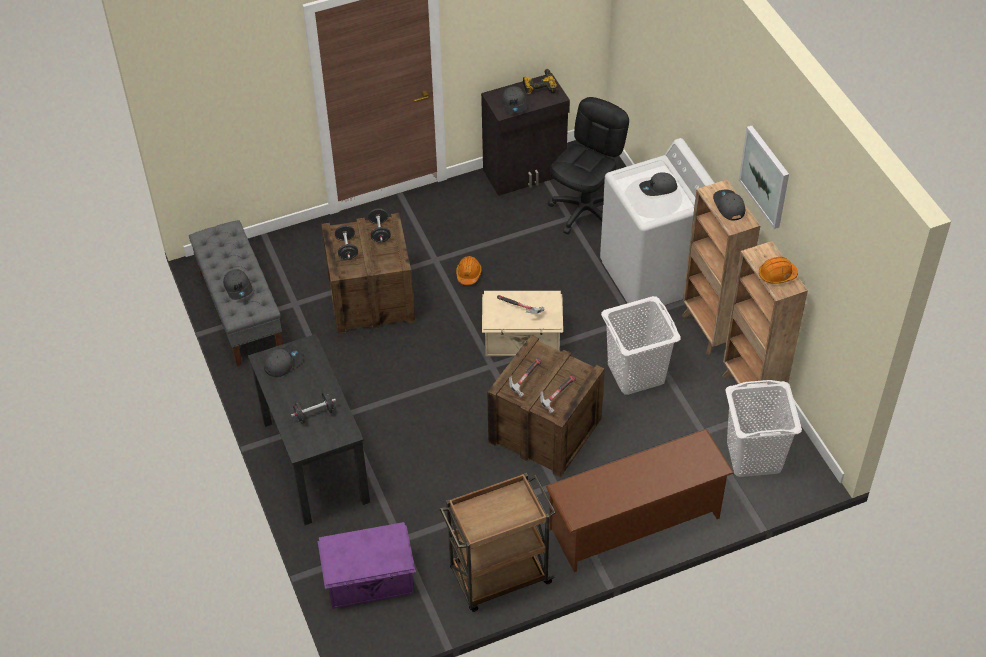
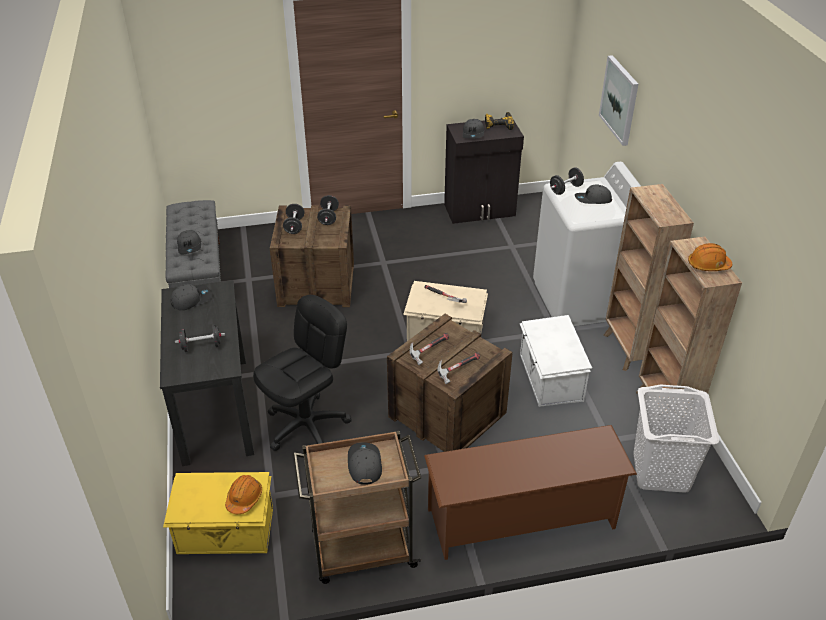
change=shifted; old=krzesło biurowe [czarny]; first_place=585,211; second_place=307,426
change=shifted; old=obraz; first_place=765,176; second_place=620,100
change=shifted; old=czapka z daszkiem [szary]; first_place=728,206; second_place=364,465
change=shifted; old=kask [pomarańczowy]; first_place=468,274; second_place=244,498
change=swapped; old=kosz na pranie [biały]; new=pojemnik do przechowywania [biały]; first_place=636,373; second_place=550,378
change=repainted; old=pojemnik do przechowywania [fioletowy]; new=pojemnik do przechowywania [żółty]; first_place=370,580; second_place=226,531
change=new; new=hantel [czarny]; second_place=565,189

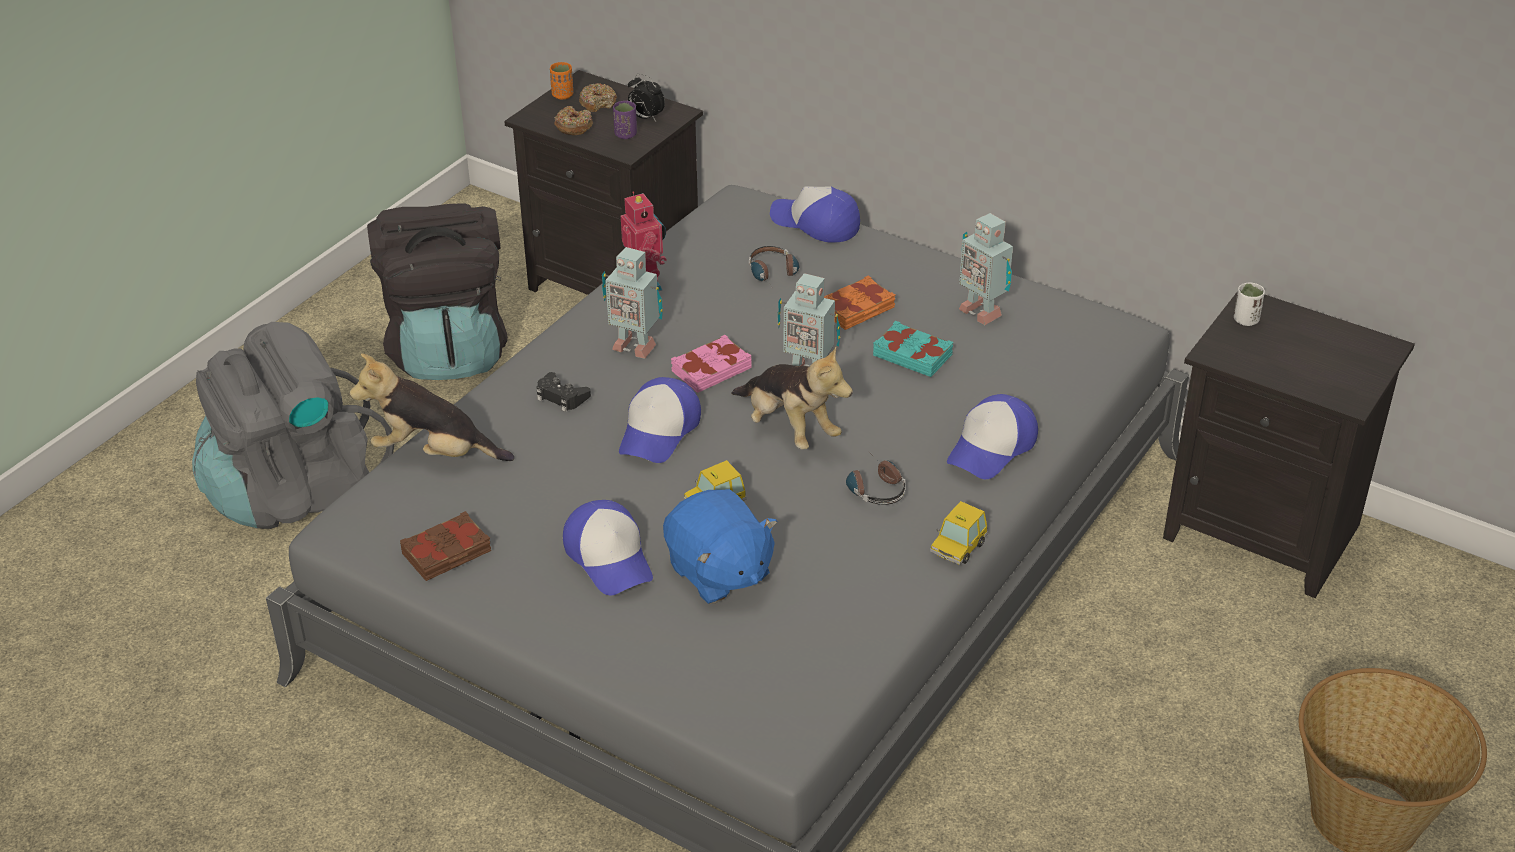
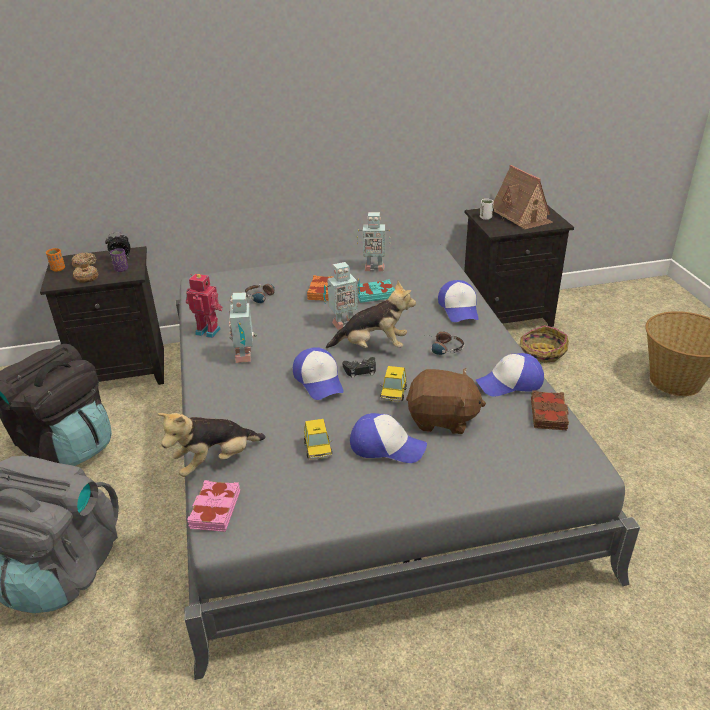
change=shifted; old=czapka z daszkiem; first_place=815,223; second_place=510,383
change=rotated; old=robot zabawkowy; first_place=634,345; second_place=246,355; degrees=105
change=shifted; old=książka [różowy]; first_place=710,369; second_place=214,510
change=shifted; old=pad do gier [czarny]; first_place=561,397; second_place=360,370
change=repainted; old=pluszak [niebieski]; new=pluszak [brązowy]; first_place=718,573; second_place=442,419
change=shifted; old=samochodzik; first_place=958,547; second_place=318,449
change=shifted; old=książka [brązowy]; first_place=447,553; second_place=549,414
change=new; new=domek; second_place=521,216
change=new; new=koszyk; second_place=542,352

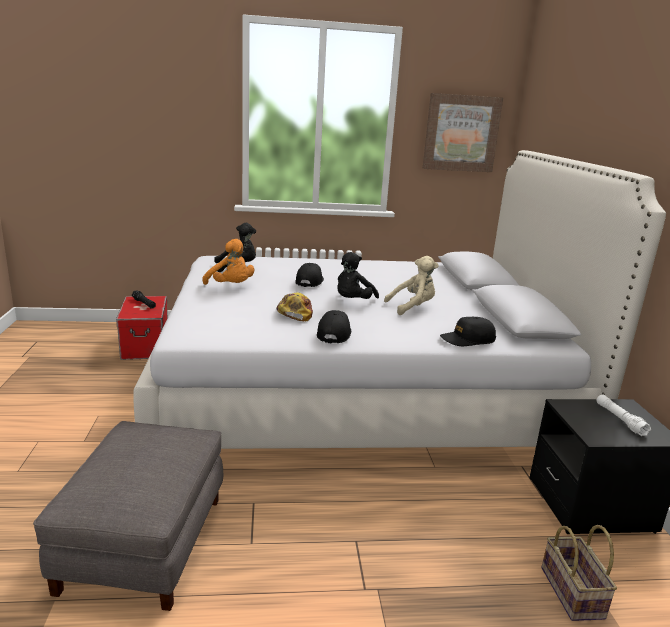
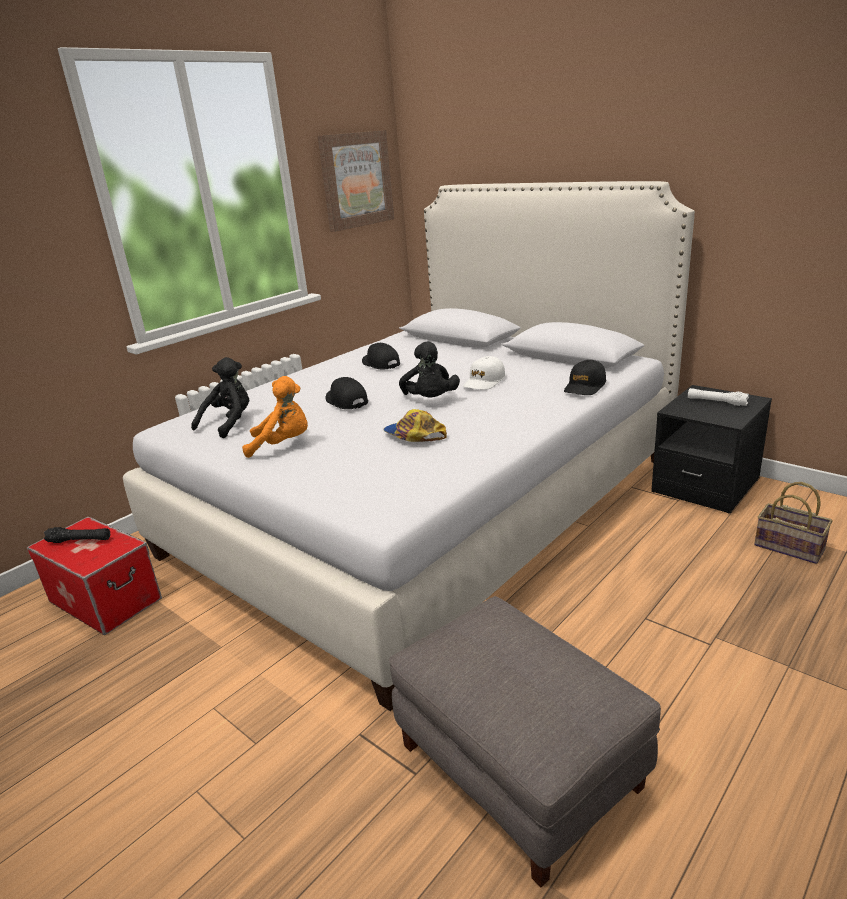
change=swapped; old=pluszak [beżowy]; new=czapka z daszkiem [biały]; first_place=412,307; second_place=484,382
change=shifted; old=czapka z daszkiem [czarny]; first_place=334,333; second_place=380,363

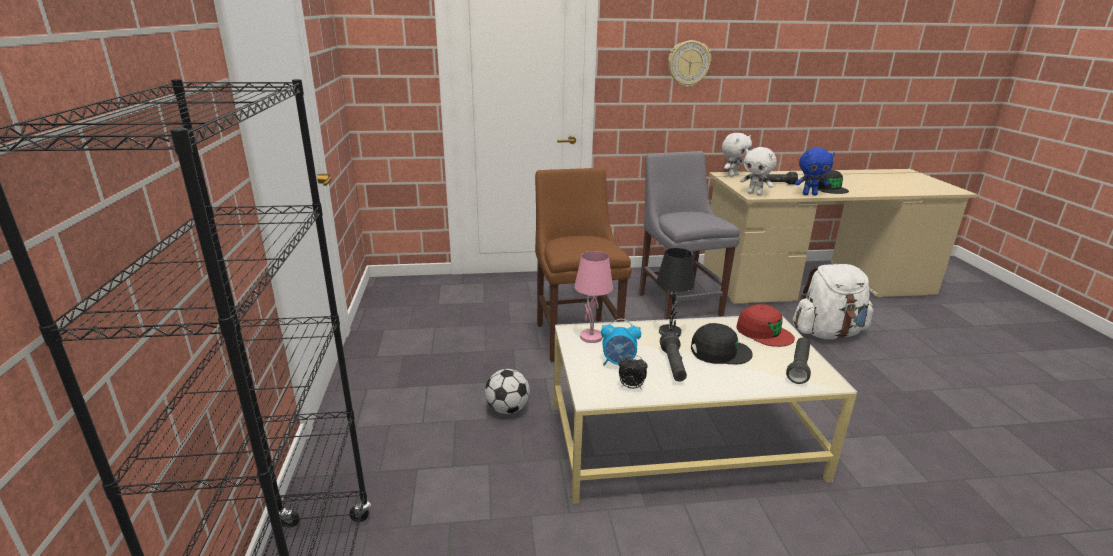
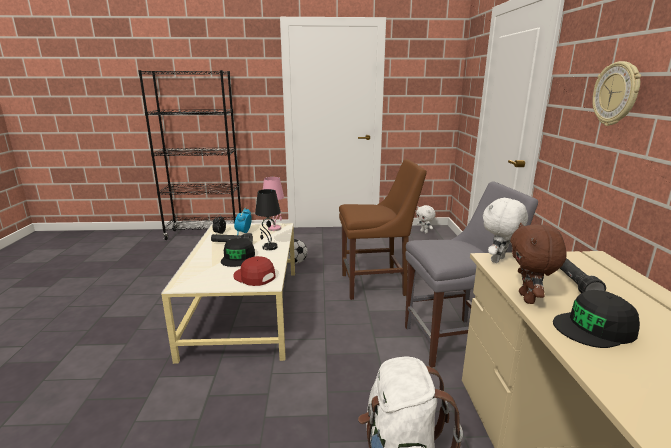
change=shifted; old=pluszak [biały]; first_place=732,175; second_place=424,232
change=repainted; old=pluszak [niebieski]; new=pluszak [brązowy]; first_place=809,194; second_place=528,298
change=rotated; old=czapka z daszkiem [czerwony]; first_place=764,332; second_place=254,276; degrees=75
change=gone; old=latarka [czarny]; first_place=798,367

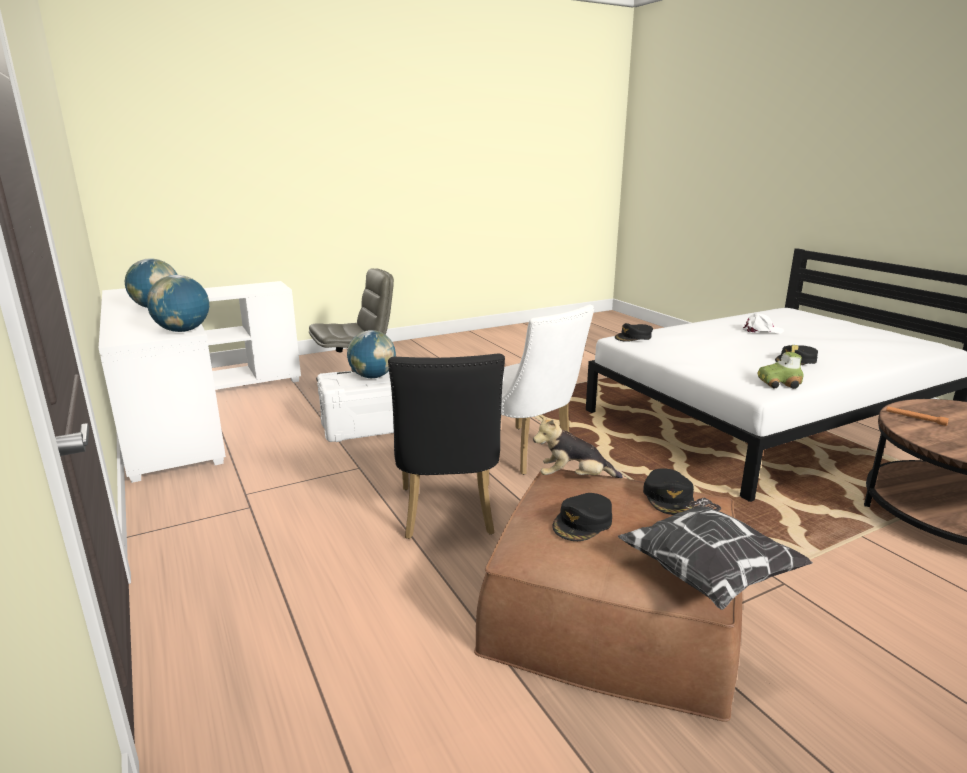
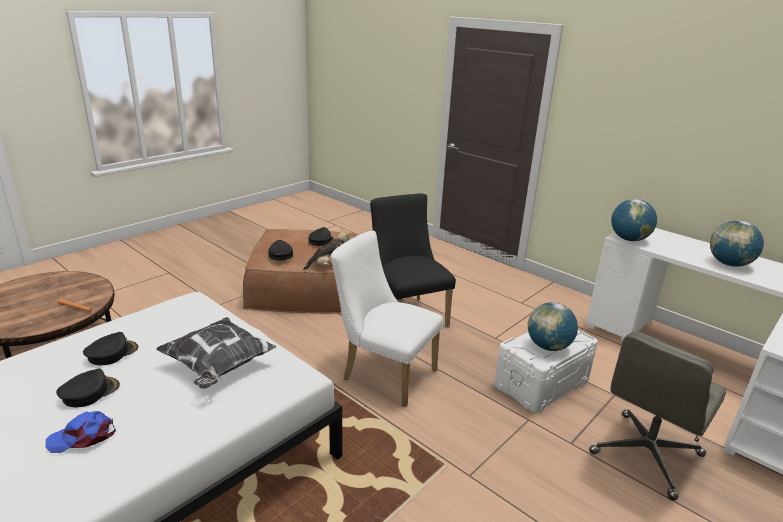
change=repainted; old=czapka z daszkiem [biały]; new=czapka z daszkiem [niebieski]; first_place=761,330; second_place=83,437
change=shifted; old=czapka z daszkiem [czarny]; first_place=633,337; second_place=89,392
change=gone; old=samochodzik; first_place=778,384
change=shifted; old=poduszka; first_place=707,573; second_place=218,367

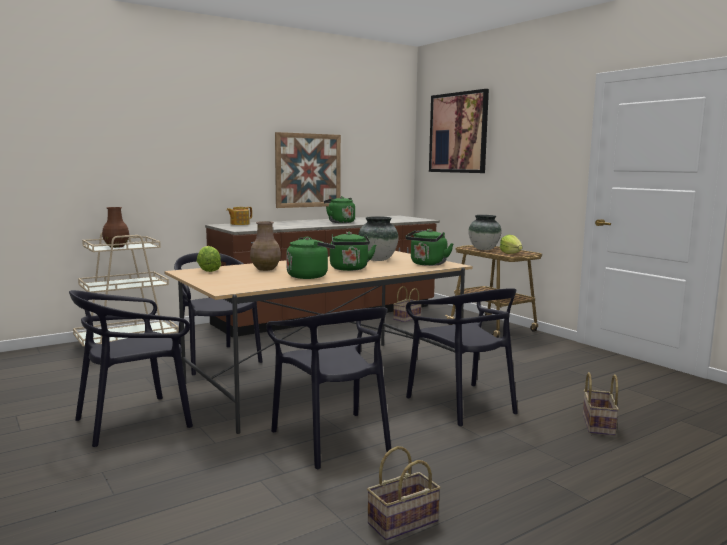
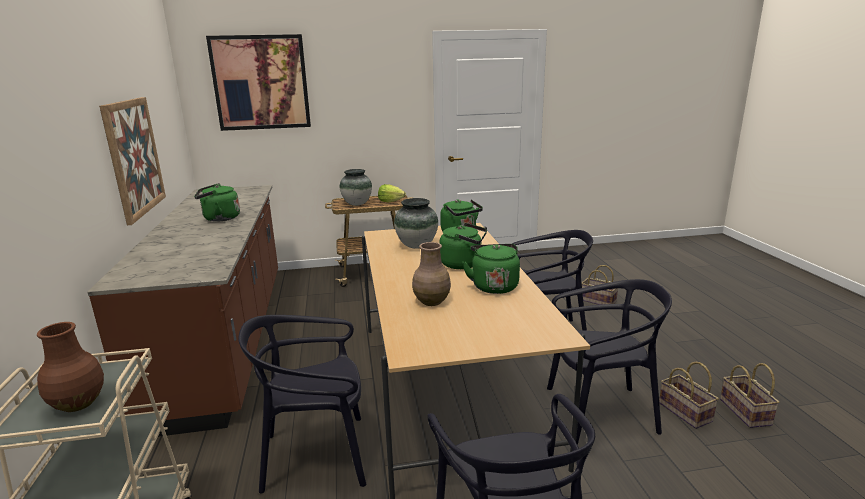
change=gone; old=imbryk; first_place=239,224
change=gone; old=sałata; first_place=208,270
change=shifted; old=koszyk; first_place=407,318; second_place=686,412

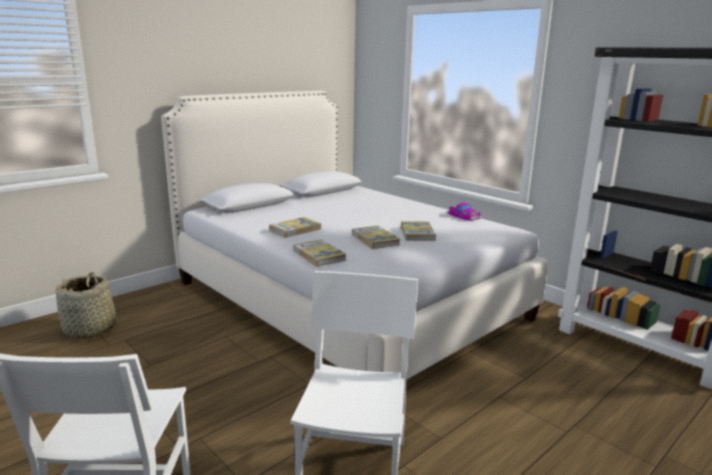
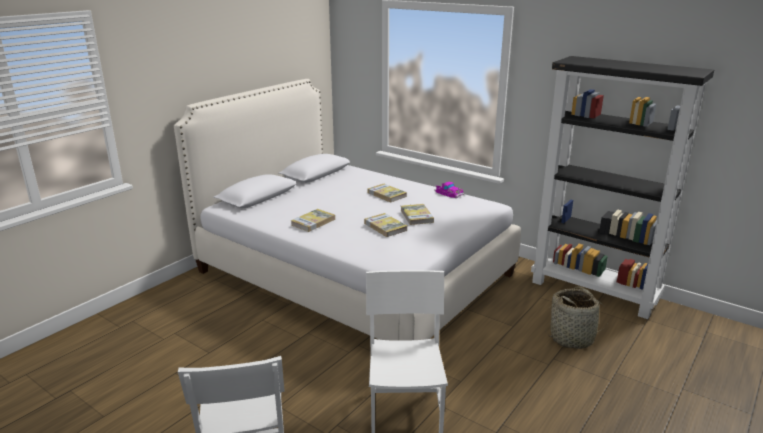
change=shifted; old=książka; first_place=319,255; second_place=387,194
change=shifted; old=koszyk; first_place=90,329; second_place=572,338

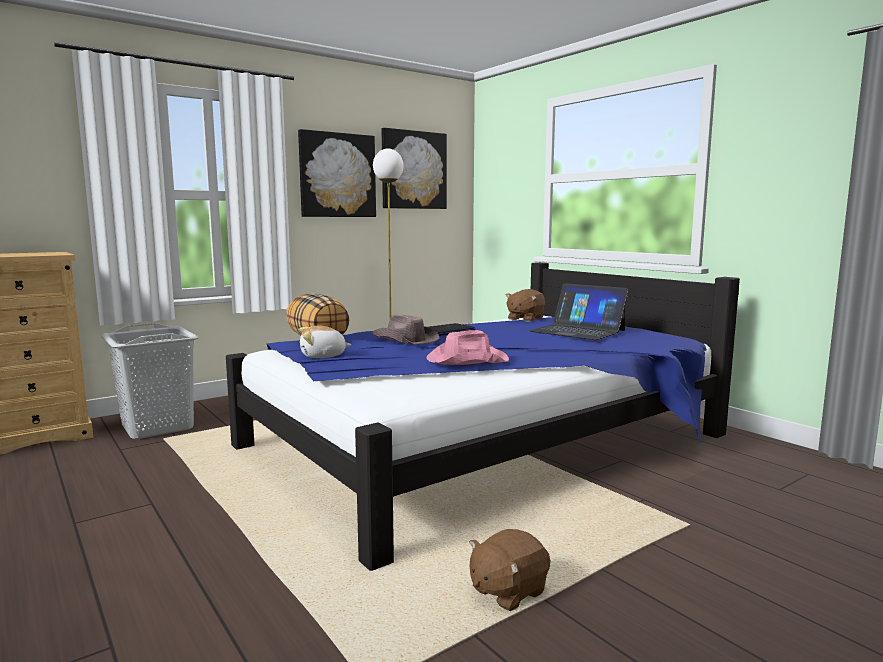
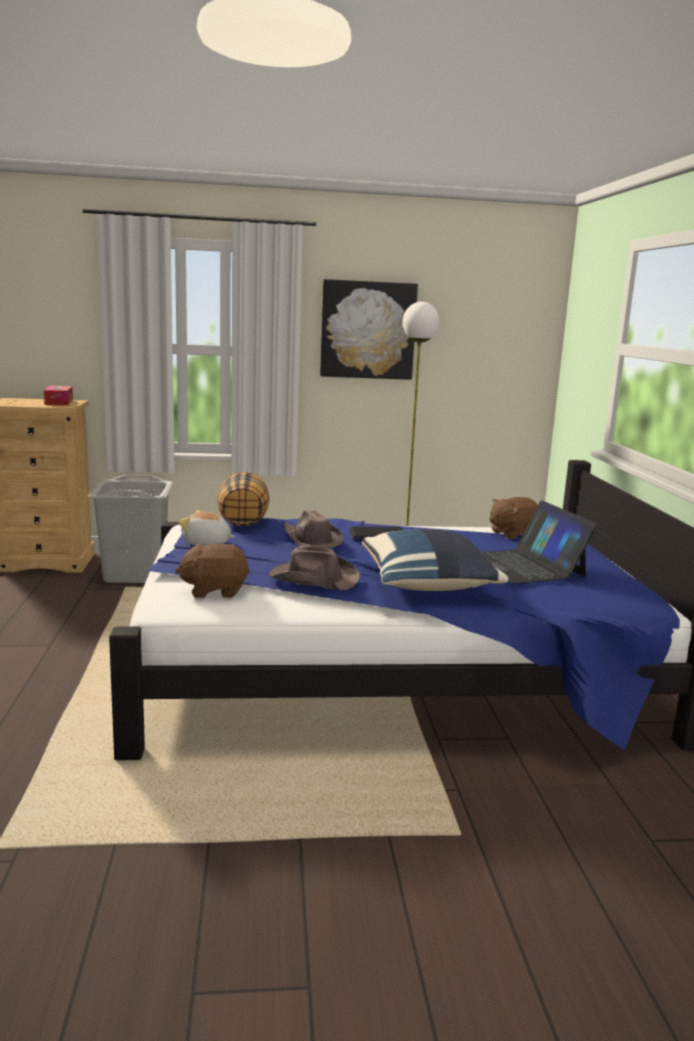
change=gone; old=obraz; first_place=413,170
change=repainted; old=kapelusz [różowy]; new=kapelusz [brązowy]; first_place=466,360; second_place=313,578
change=shifted; old=pluszak [brązowy]; first_place=507,591; second_place=214,591
change=new; new=pudełko chusteczek; second_place=59,402
change=new; new=poduszka [niebieski]; second_place=428,585

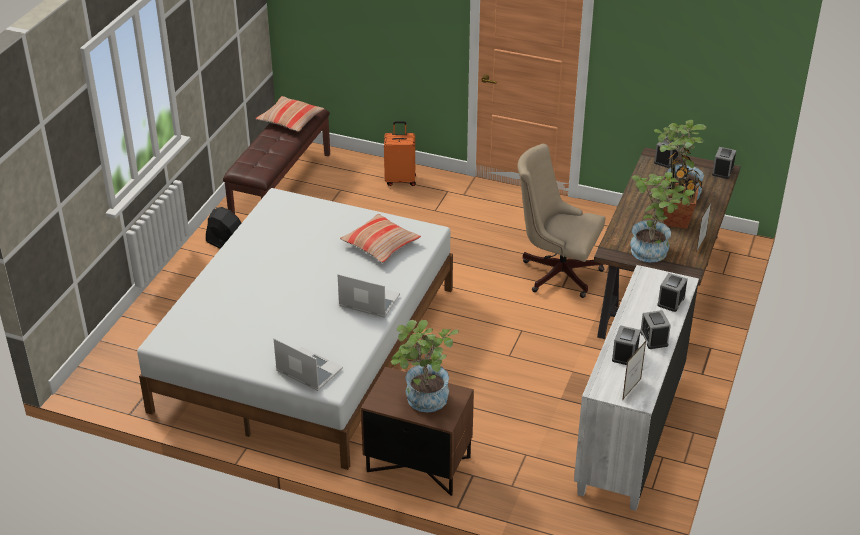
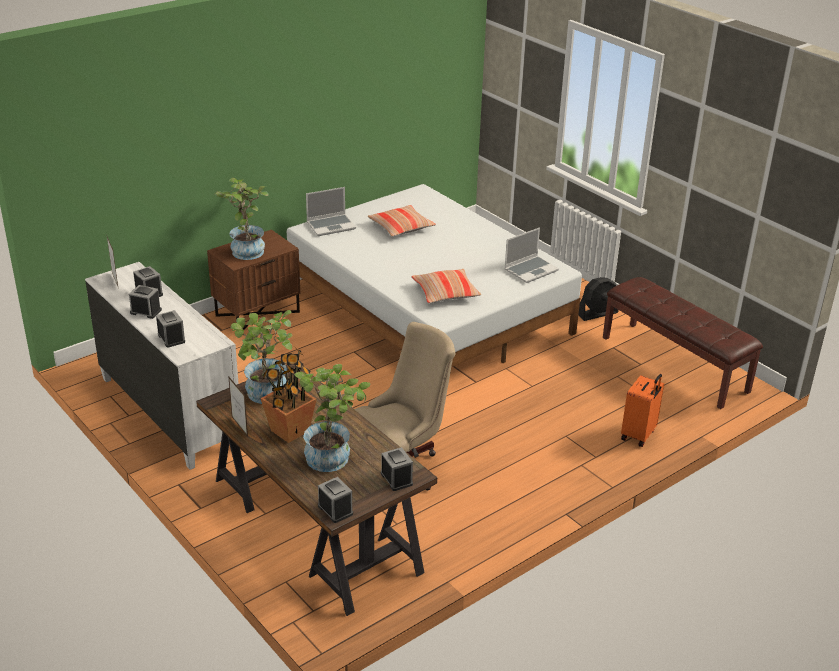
change=shifted; old=poduszka; first_place=290,120; second_place=401,227
change=shifted; old=laptop; first_place=368,301; second_place=531,270

